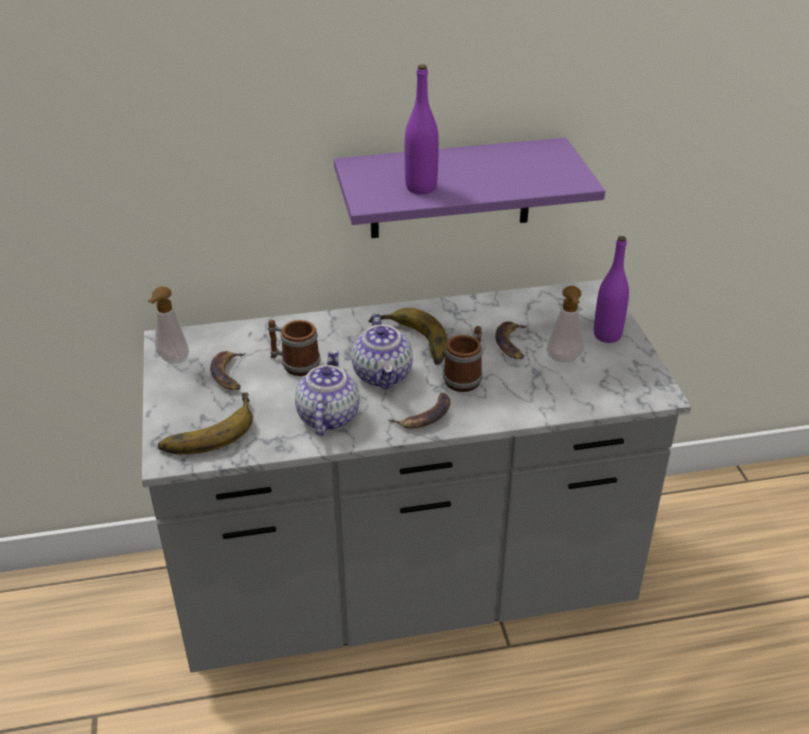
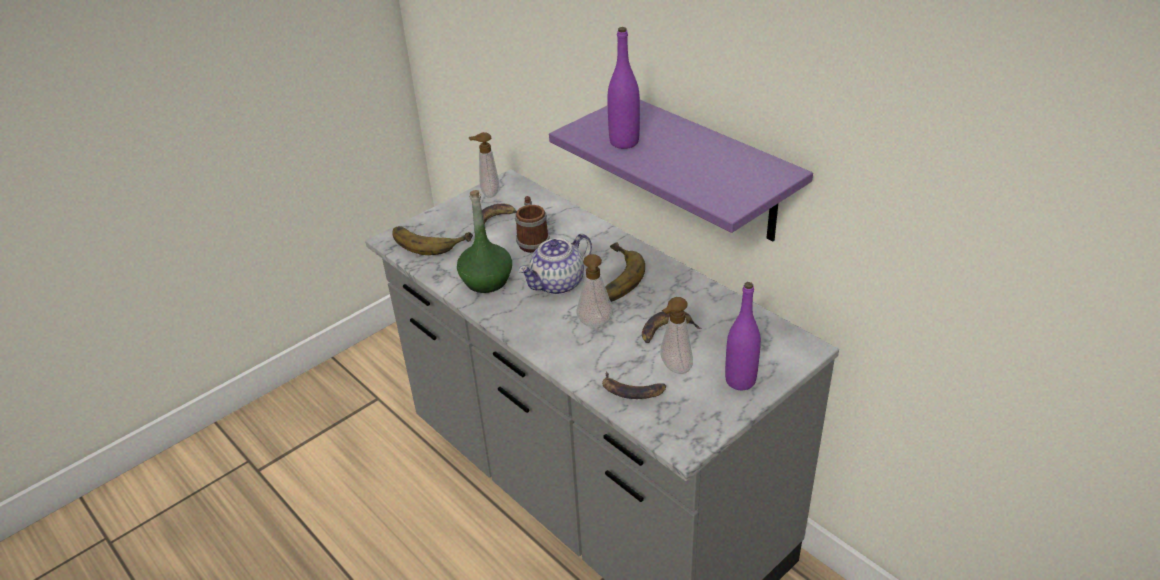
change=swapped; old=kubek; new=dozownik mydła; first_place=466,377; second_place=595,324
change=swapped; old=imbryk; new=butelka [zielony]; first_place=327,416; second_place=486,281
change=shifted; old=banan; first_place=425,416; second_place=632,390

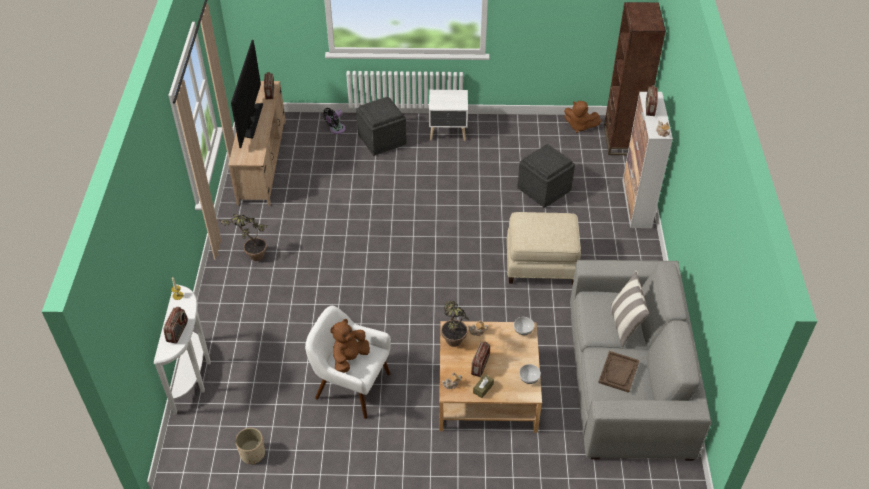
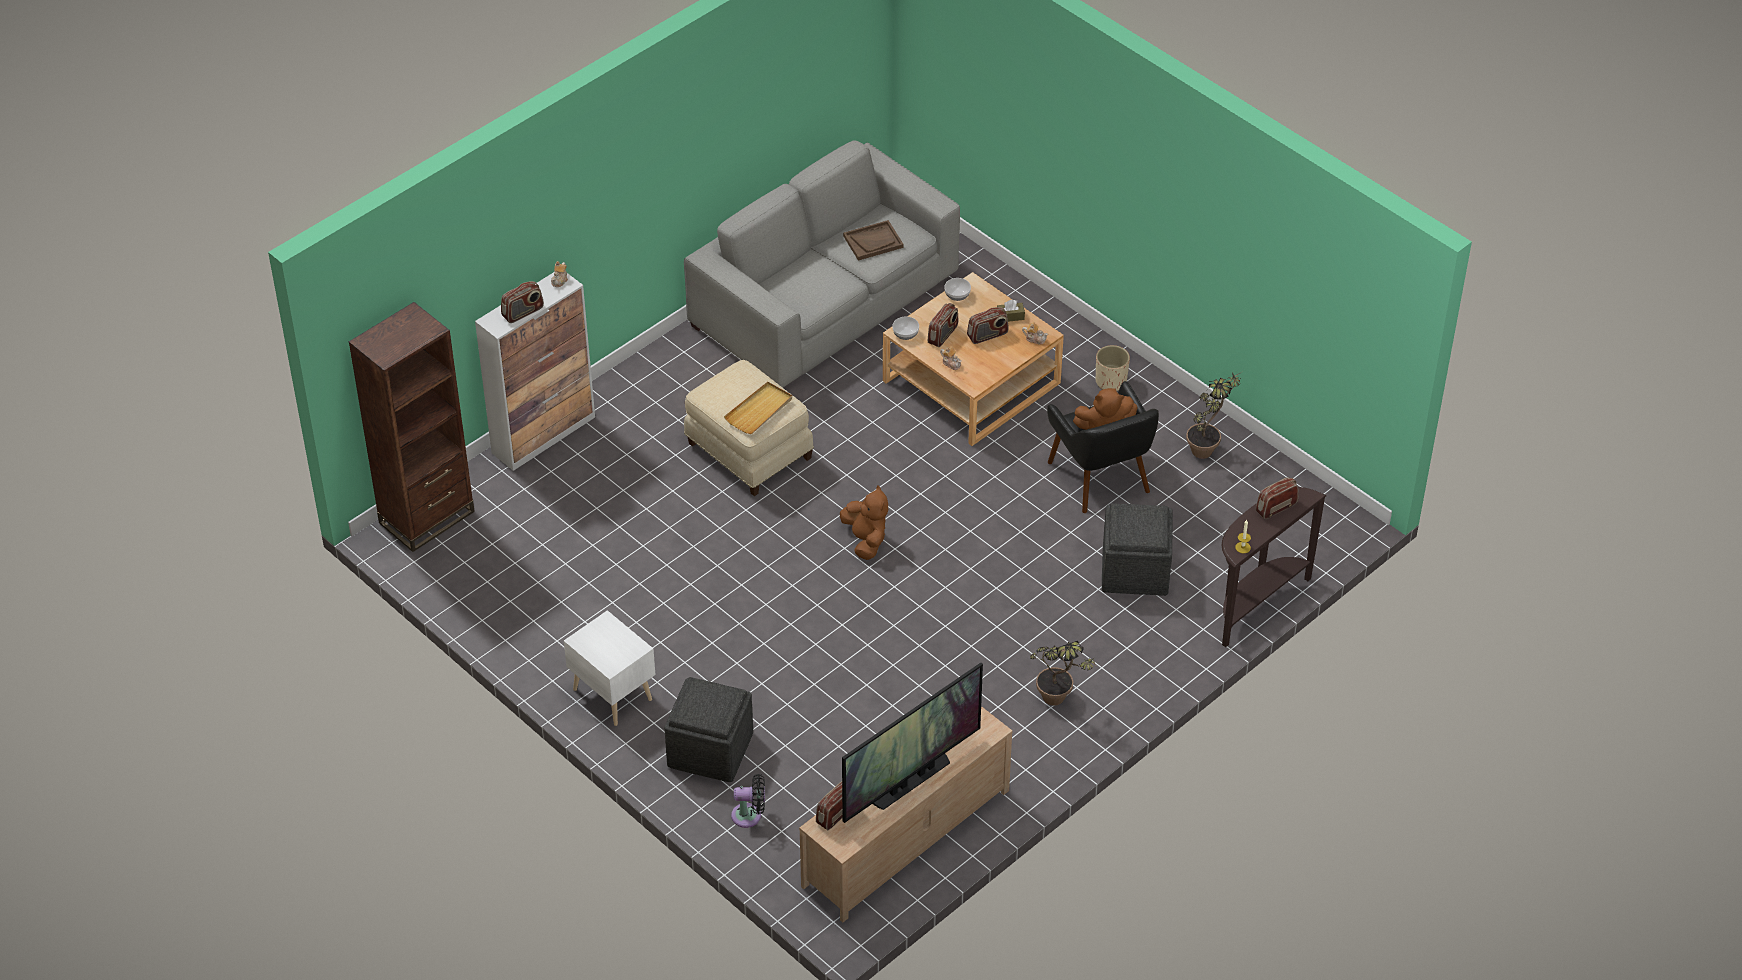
change=shifted; old=pluszak [brązowy]; first_place=579,126; second_place=866,540
change=shifted; old=pufa [szary]; first_place=543,189; second_place=1135,571
change=gone; old=poduszka; first_place=625,324
change=repainted; old=stolik konsolowy [biały]; new=stolik konsolowy [brązowy]; first_place=194,375; second_place=1255,603
change=shifted; old=roślina doniczkowa; first_place=453,345; second_place=1207,447
change=repainted; old=fotel [biały]; new=fotel [czarny]; first_place=351,386; second_place=1100,478
change=shifted; old=donica [beżowy]; first_place=252,454; second_place=1110,381
change=new; new=radio; second_place=943,335
change=new; new=taca [beżowy]; second_place=759,410

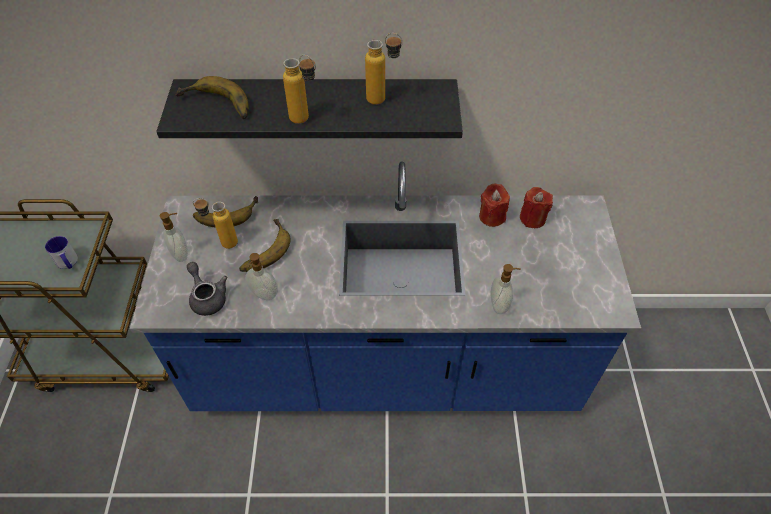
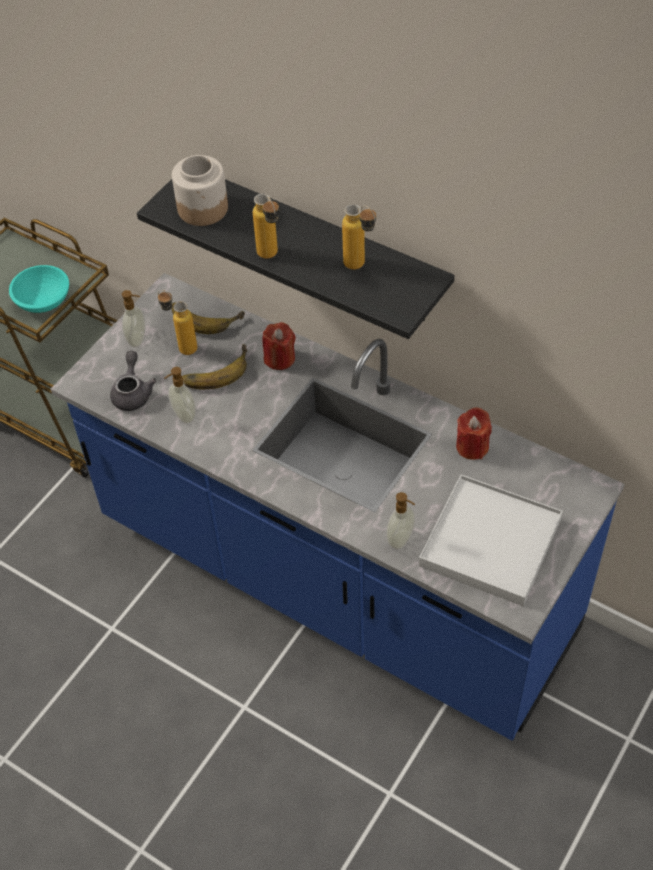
change=swapped; old=banan; new=słoik; first_place=215,106; second_place=203,208
change=shifted; old=świeca [czerwony]; first_place=532,218; second_place=279,358
change=swapped; old=kubek; new=miska [turkusowy]; first_place=68,263; second_place=44,301
change=new; new=taca [biały]; second_place=490,542

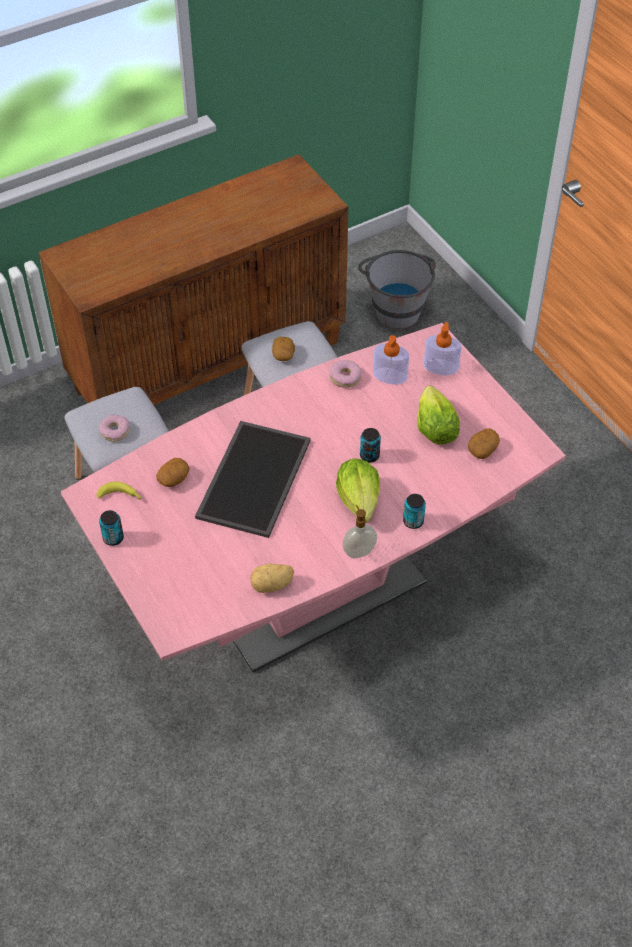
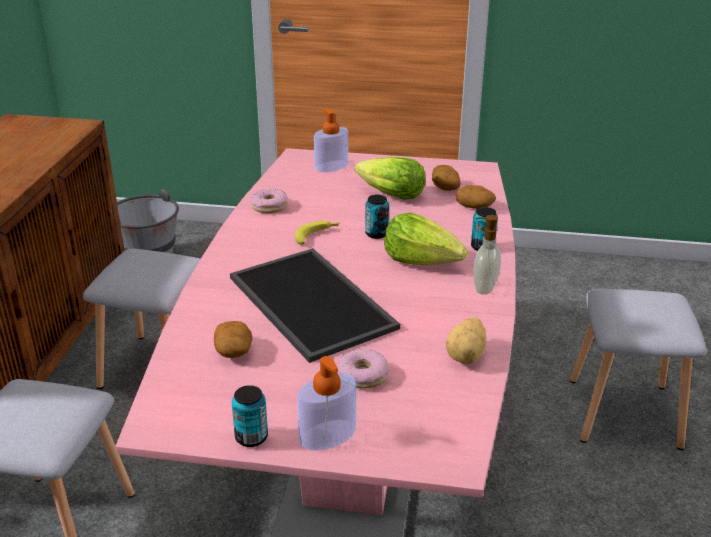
change=shifted; old=dozownik mydła; first_place=390,376; second_place=327,435
change=shifted; old=ziemniak; first_place=283,355; second_place=475,207
change=shifted; old=donut; first_place=115,431; second_place=363,375
change=shifted; old=banan; first_place=121,496; second_place=317,235
change=new; new=stołek [szary]; second_place=625,414

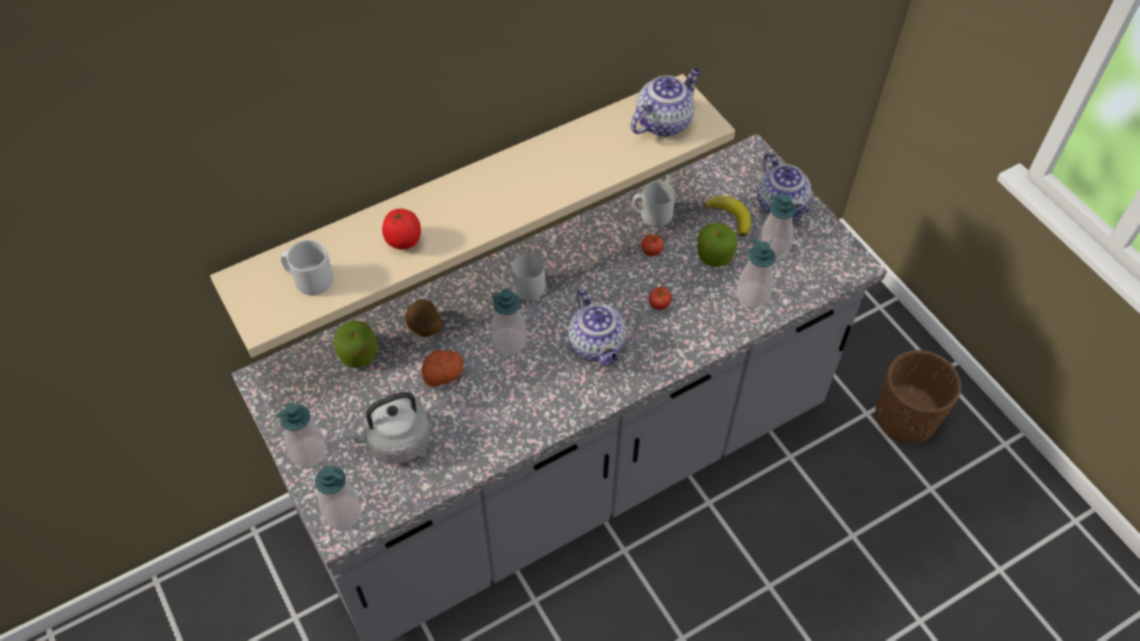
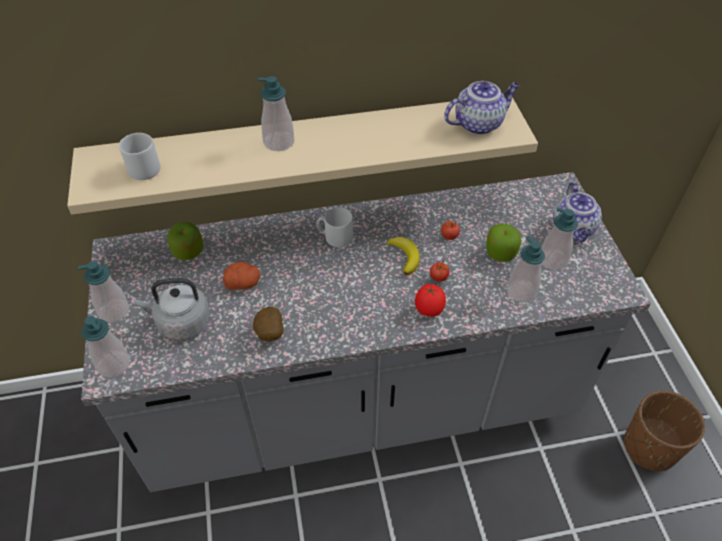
change=gone; old=kubek [szary]; first_place=652,215
change=shifted; old=banan; first_place=730,216; second_place=404,256
change=shifted; old=pomidor; first_place=404,242; second_place=429,310
change=shifted; old=dozownik mydła; first_place=509,341; second_place=279,142
change=gone; old=imbryk; first_place=597,346
change=shifted; old=ziemniak; first_place=425,329; second_place=269,334

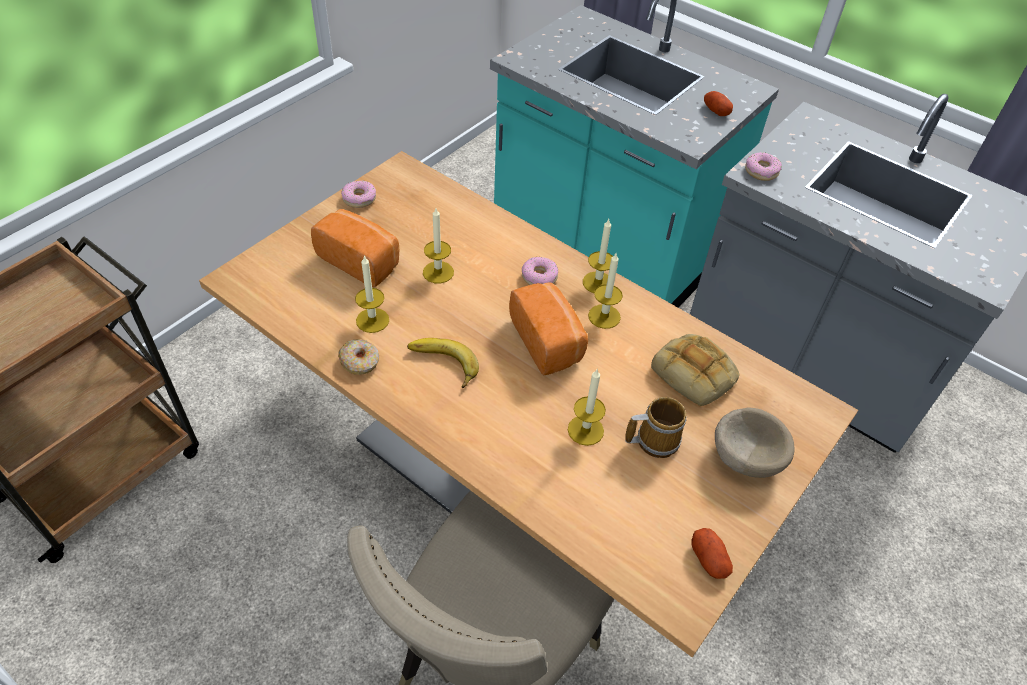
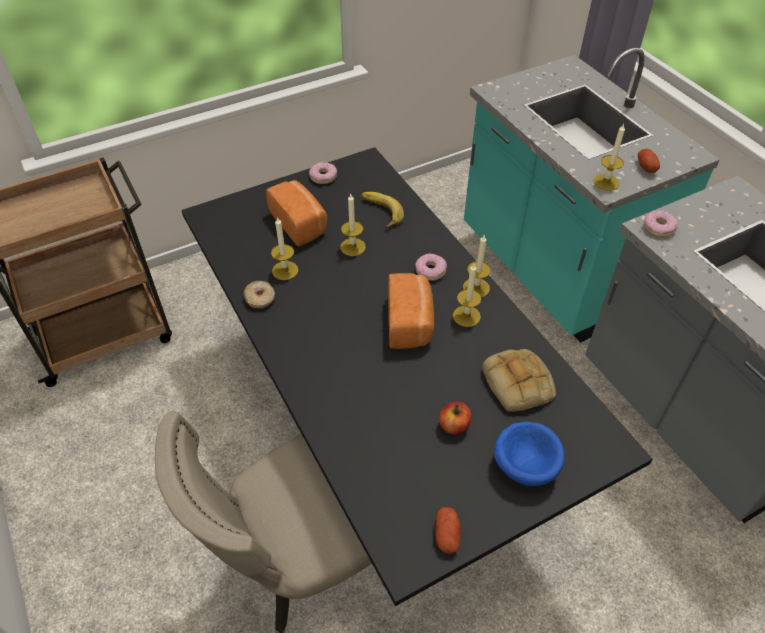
change=repainted; old=stół jadalny [beżowy]; new=stół jadalny [czarny]; first_place=505,475; second_place=382,428
change=shifted; old=banan; first_place=441,365; second_place=379,212
change=shifted; old=świeca; first_place=585,430; second_place=606,182
change=swapped; old=kubek; new=jabłko; first_place=654,439; second_place=454,426
change=repainted; old=miska [beżowy]; new=miska [niebieski]; first_place=745,456; second_place=525,464

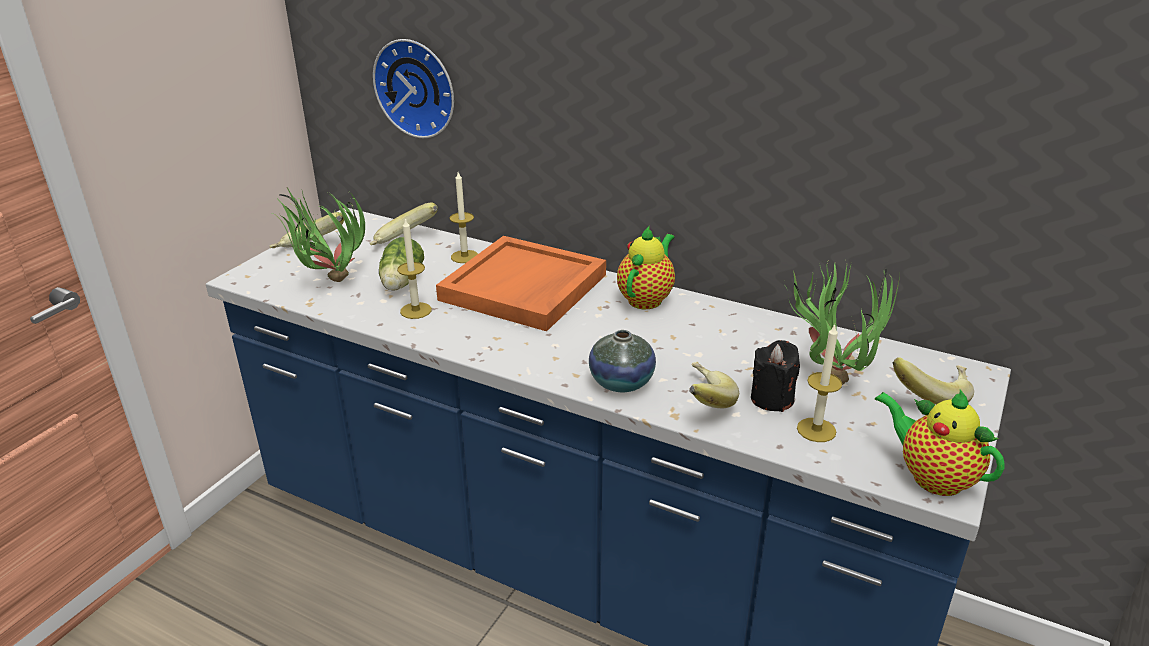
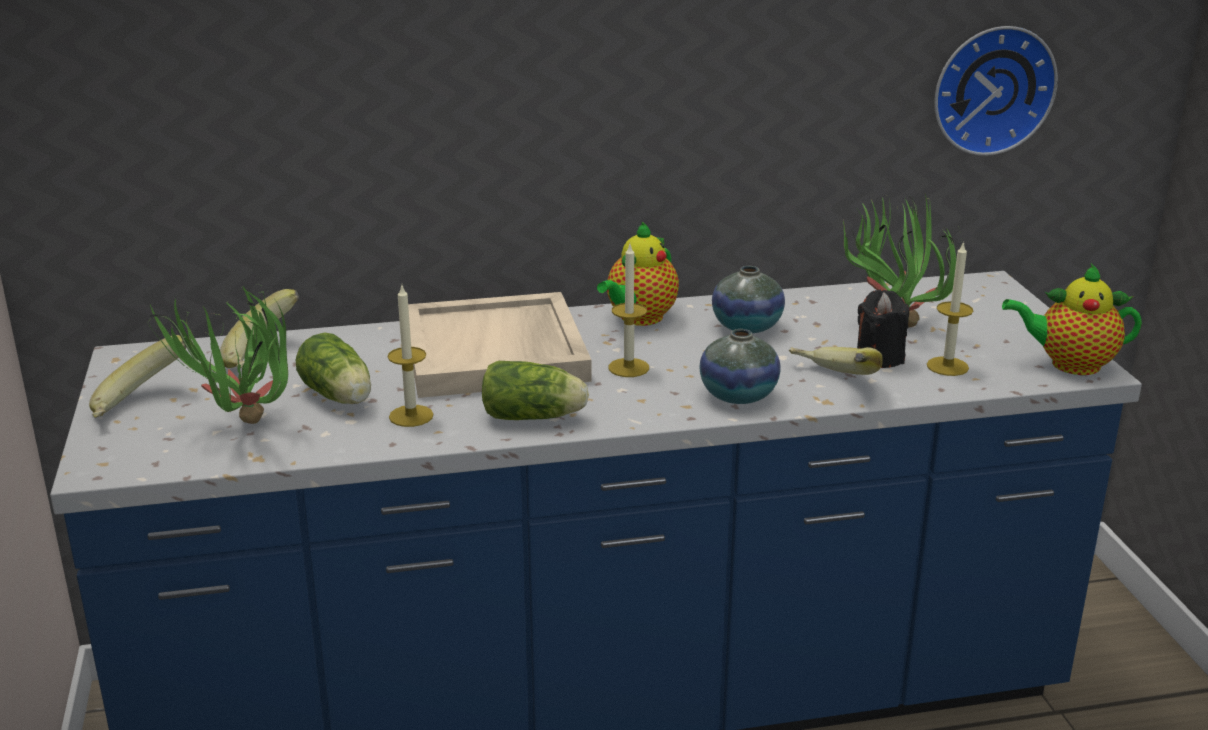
change=shifted; old=zegar ścienny; first_place=418,87; second_place=991,89
change=shifted; old=świeca; first_place=464,256; second_place=628,367
change=rotated; old=imbryk; first_place=647,298; second_place=639,318; degrees=-135
change=repainted; old=taca [pomarańczowy]; new=taca [beżowy]; first_place=524,288; second_place=496,352
change=gone; old=banan; first_place=929,395
change=new; new=wazon; second_place=746,326
change=new; new=sałata; second_place=536,417

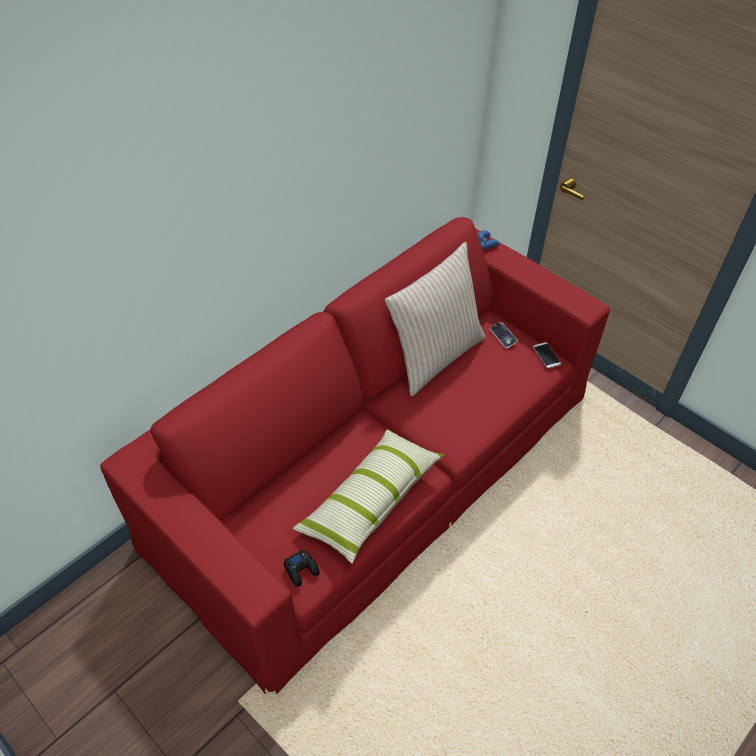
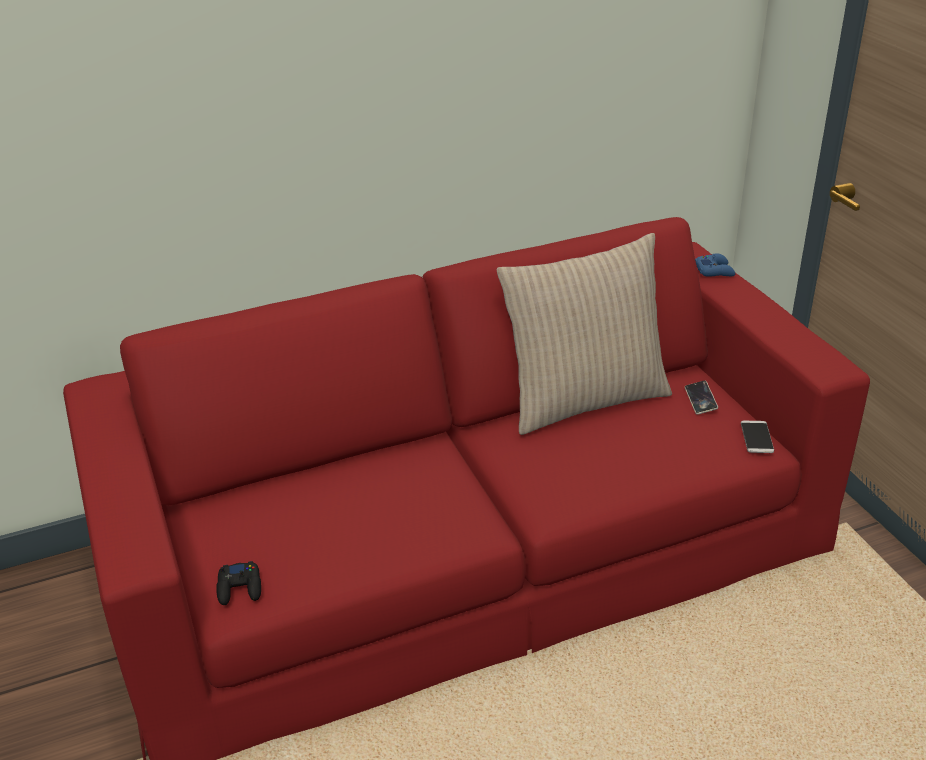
change=gone; old=poduszka; first_place=370,500

